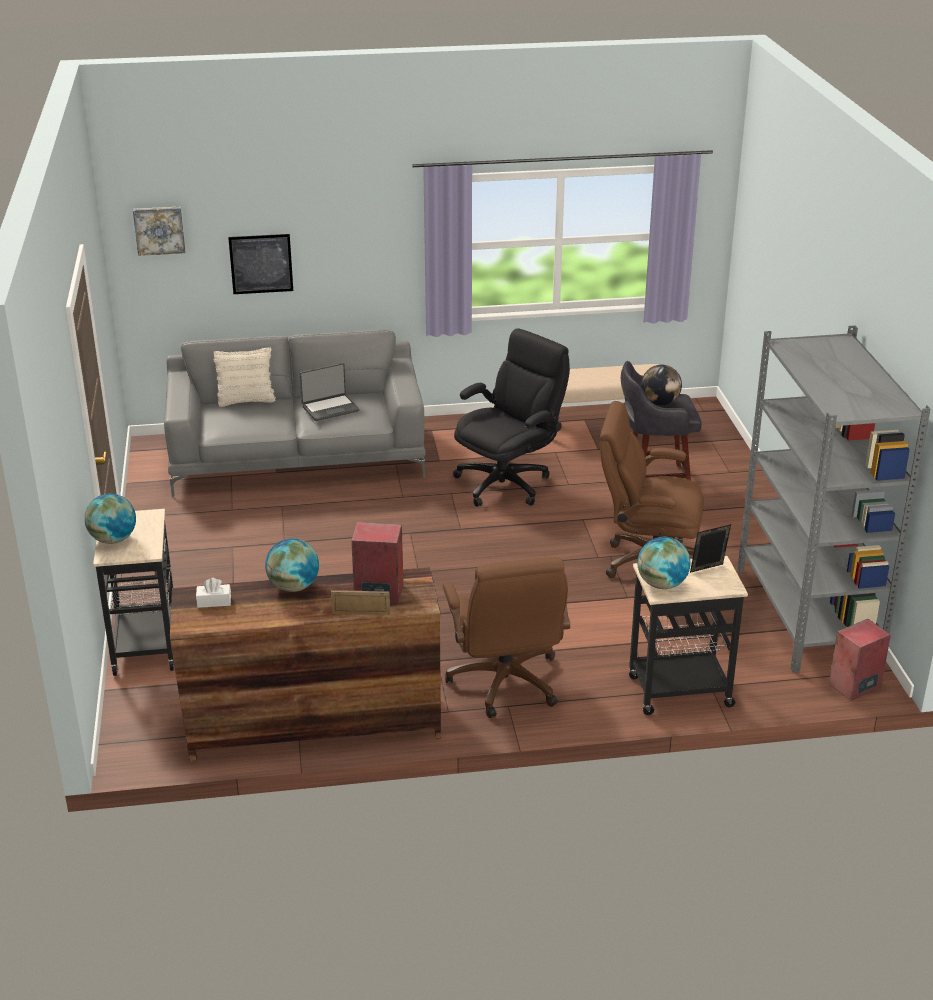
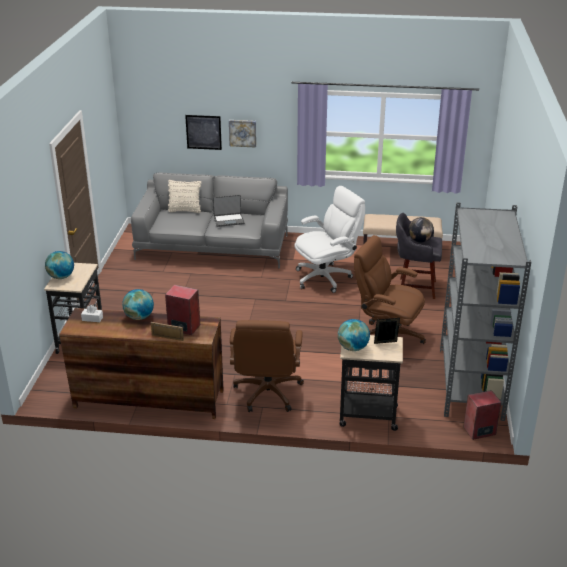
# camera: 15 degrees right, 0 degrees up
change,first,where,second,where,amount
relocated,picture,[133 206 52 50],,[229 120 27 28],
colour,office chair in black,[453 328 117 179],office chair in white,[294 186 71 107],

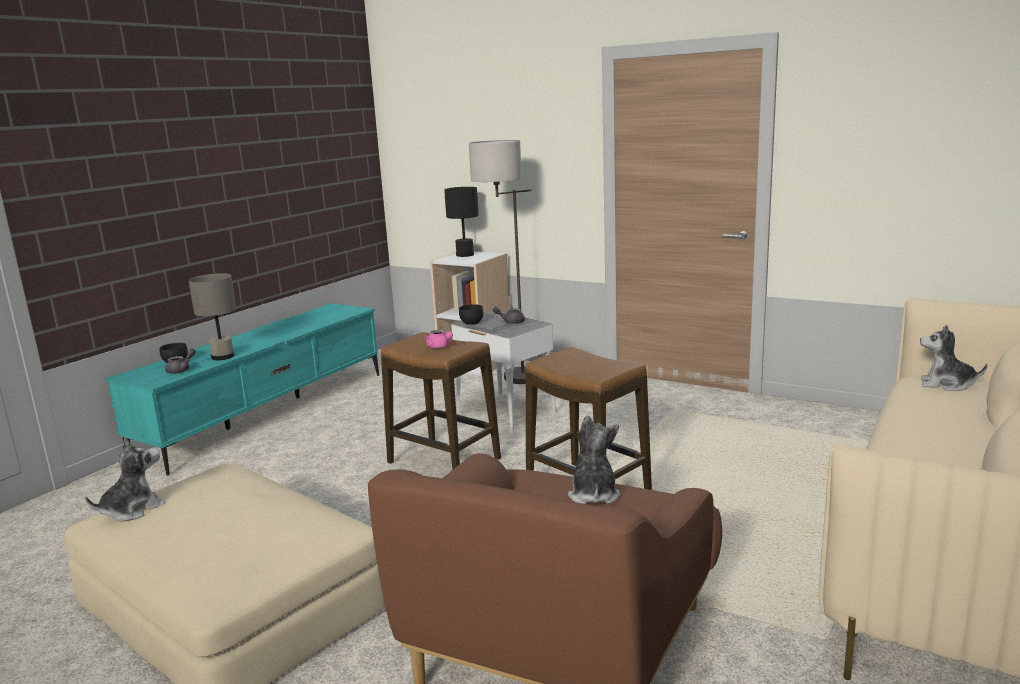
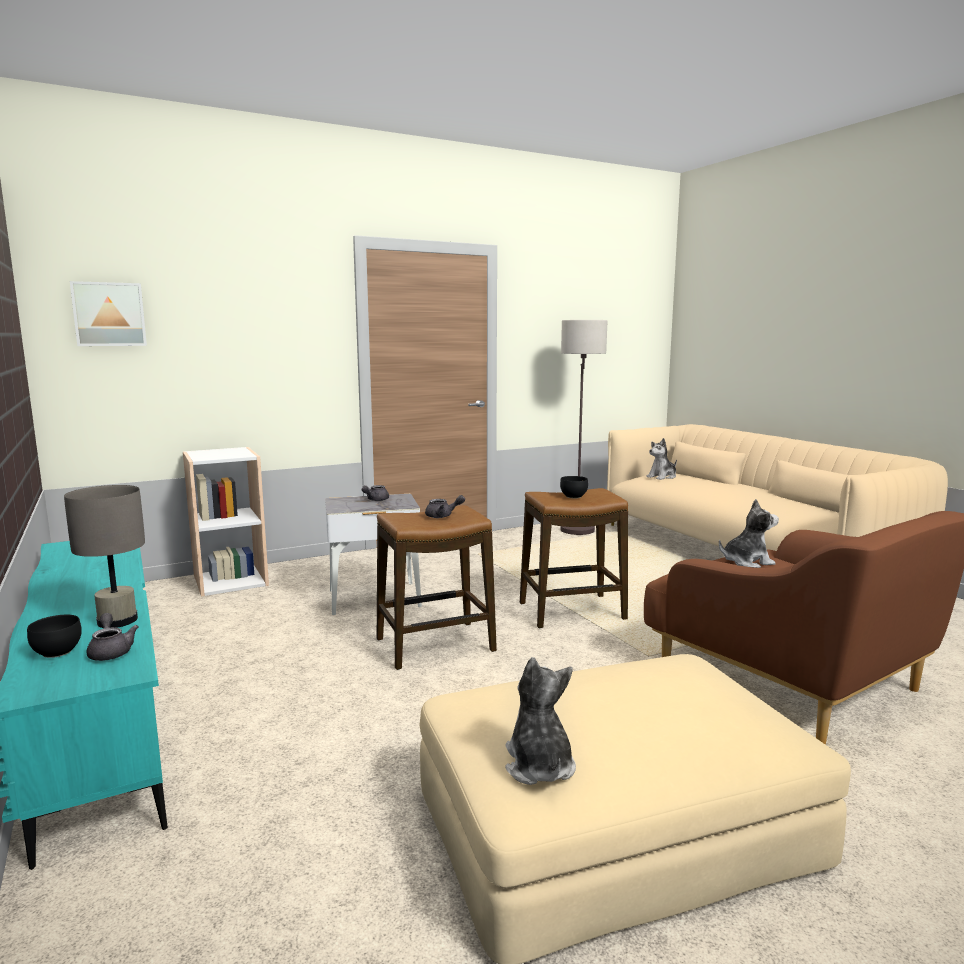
# camera: 60 degrees left, 5 degrees down
change,first,where,second,where,amount
appeared,,,picture,[70 281 77 65],
colour,teapot in pink,[424 330 29 18],teapot in grey,[425 495 40 23],
relocated,floor lamp in grey,[469 140 63 244],,[560 320 47 215],
relocated,bowl in black,[459 304 24 21],,[560 476 28 22],
spun,plush toy,[568 415 52 89],,[719 499 60 69],135 degrees clockwise
missing,table lamp in black,[444 187 35 70],,,

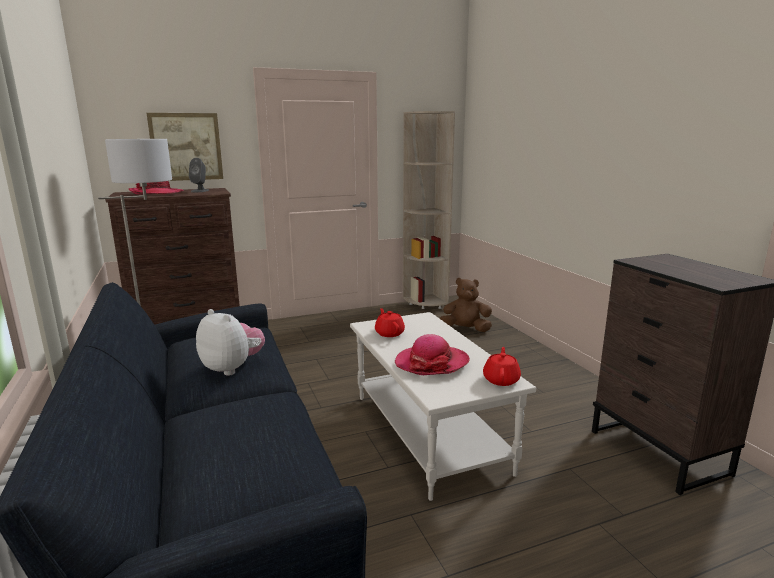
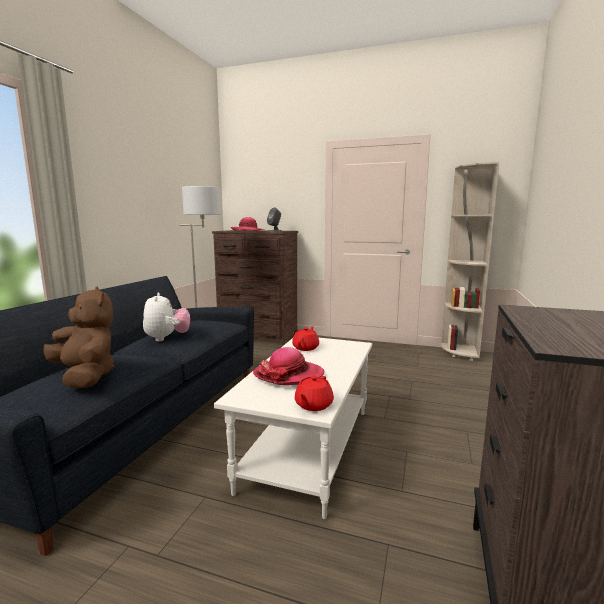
# camera: 40 degrees right, 5 degrees down
change,first,where,second,where,amount
relocated,plush toy in brown,[439 278 53 54],,[43 287 71 101],
spun,teapot in red,[483 347 38 39],,[295 375 39 36],150 degrees clockwise
missing,picture,[147 113 76 68],,,

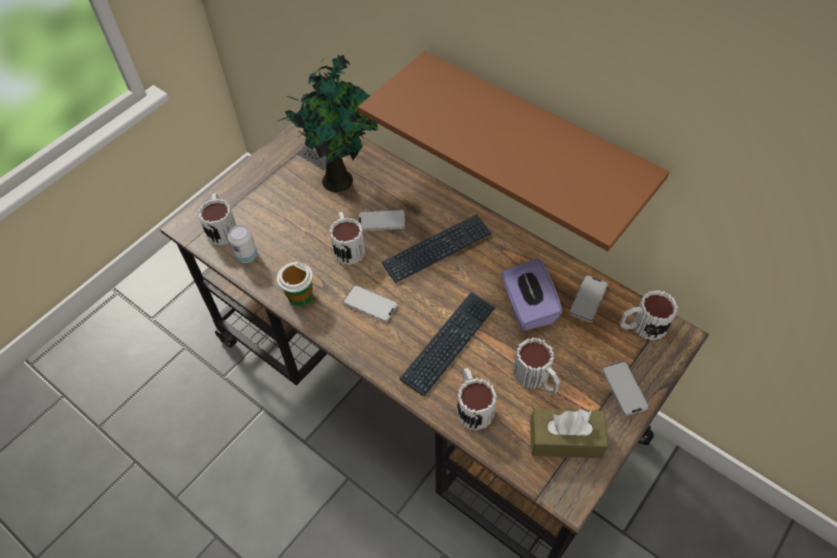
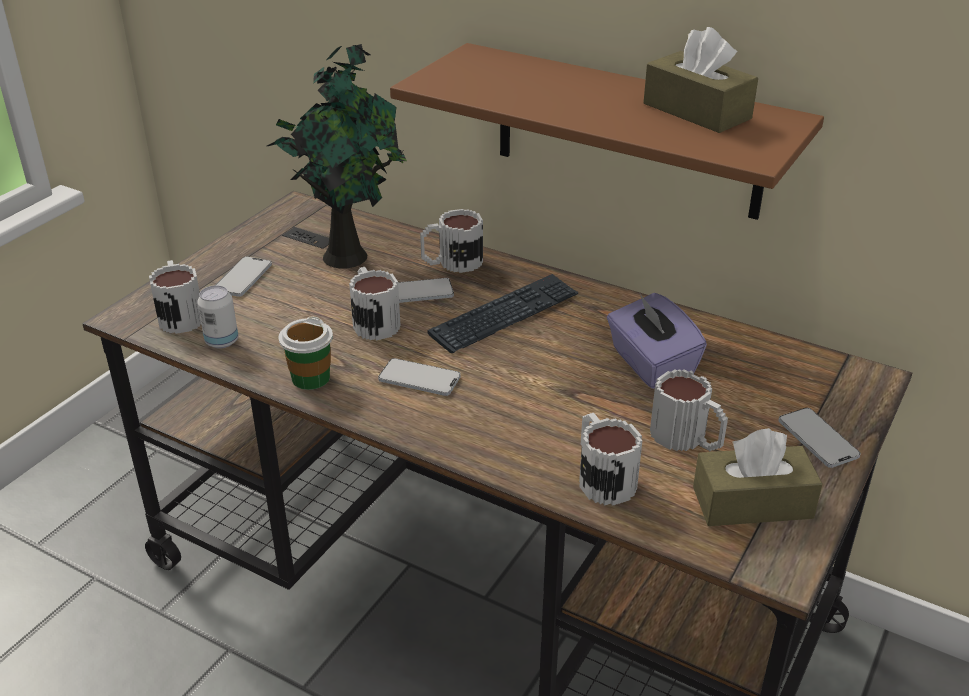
# camera: 10 degrees left, 20 degrees down
change,first,where,second,where,amount
relocated,phone,[569 275 39 47],,[216 256 56 41],
relocated,mug,[620 290 58 50],,[420 209 63 64],
appeared,,,tissue box in brown,[643 27 115 106],
missing,keyboard,[399 292 96 104],,,

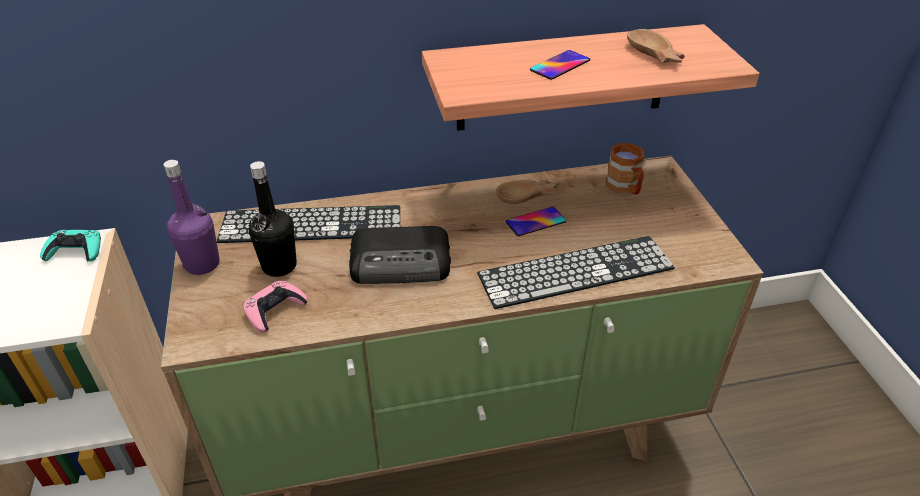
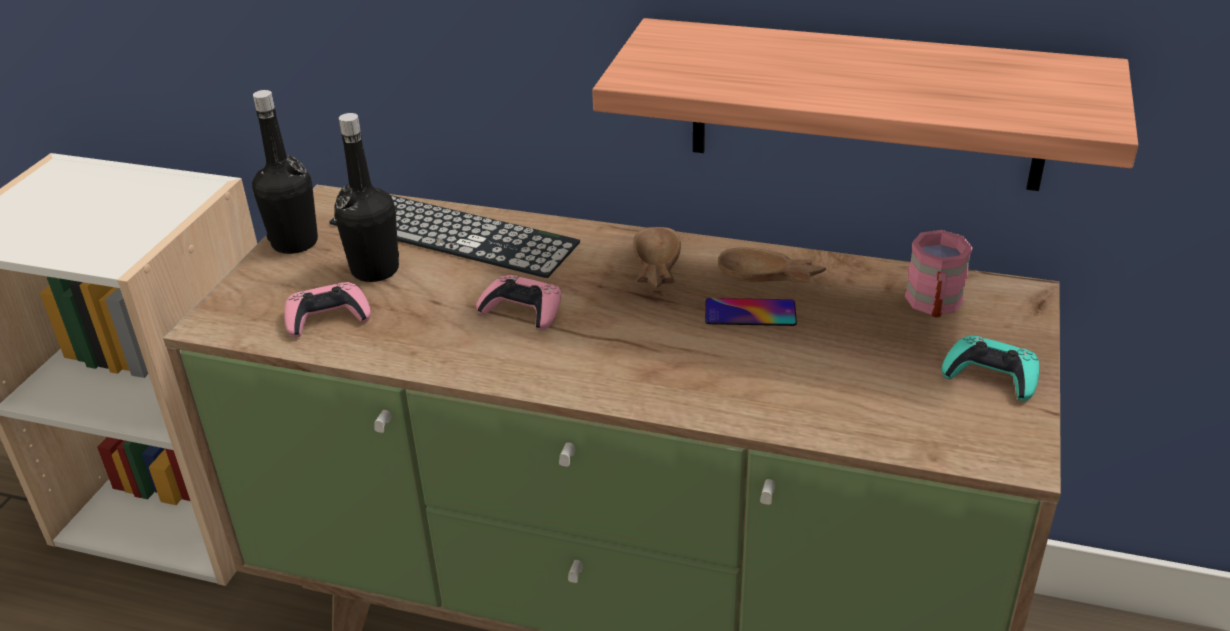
# camera: 30 degrees right, 5 degrees down
change,first,where,second,where,amount
colour,bottle in purple,[163 160 57 115],bottle in black,[252 90 66 164],
exchanged,radio,[349 226 102 58],game controller in pink,[476 275 85 56],
relocated,bowl in brown,[627 29 57 34],,[633 227 48 61],
colour,mug in brown,[606 143 38 52],mug in pink,[905 230 68 88],
relocated,game controller in turquoise,[40 230 61 32],,[942 335 97 66],
missing,keyboard,[477 236 198 73],,,
missing,phone,[530 50 60 30],,,

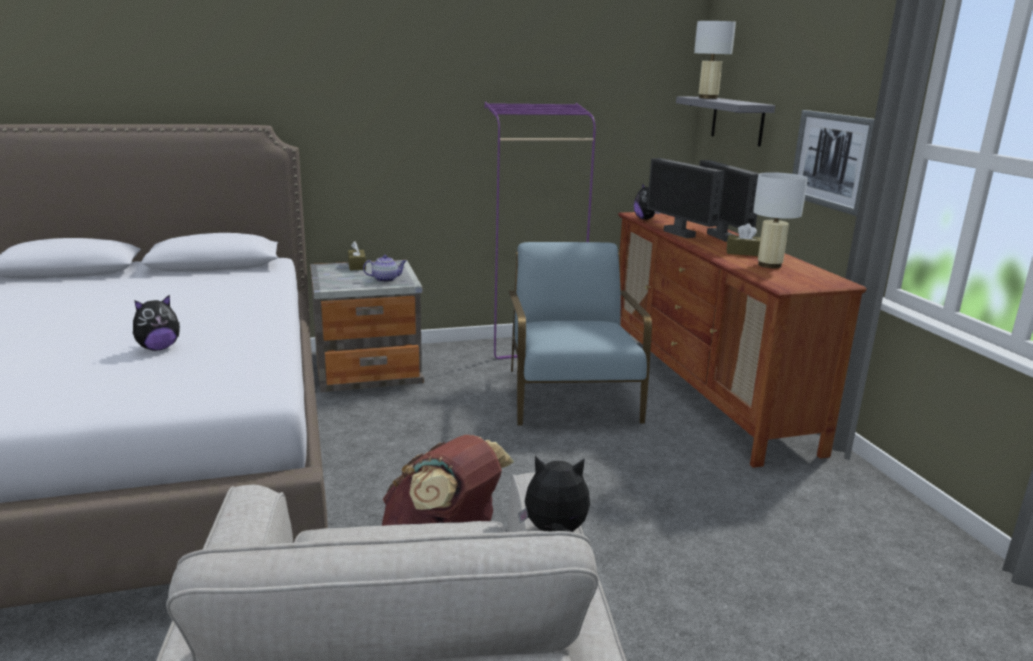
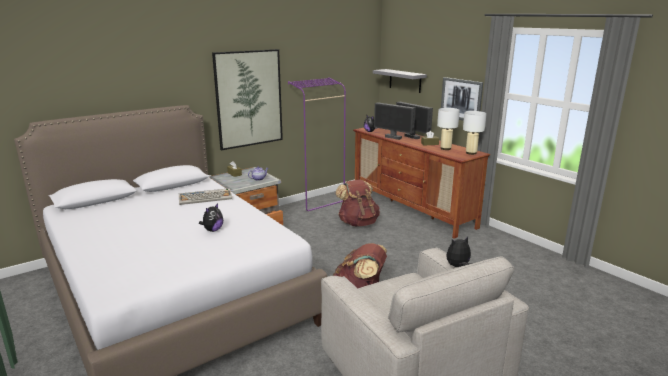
# camera: 20 degrees left, 0 degrees up
change,first,where,second,where,amount
appeared,,,keyboard,[179 188 53 17],
appeared,,,picture,[212 49 71 101],
exchanged,armchair in blue,[509 242 143 183],backpack in brown,[335 179 45 47],
relocated,table lamp in white,[694 21 42 78],,[463 111 24 44],

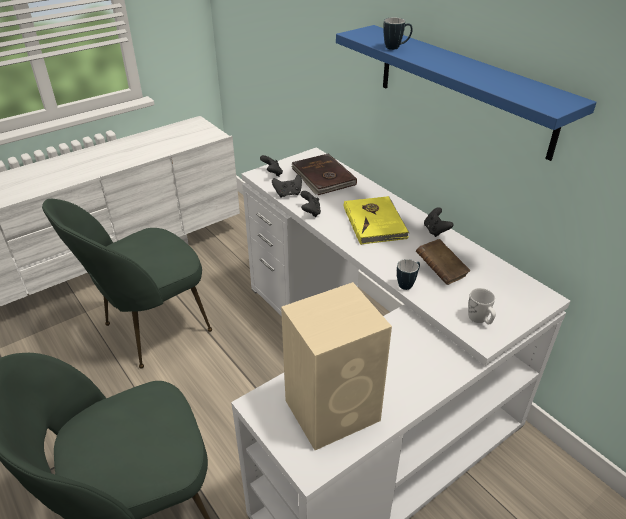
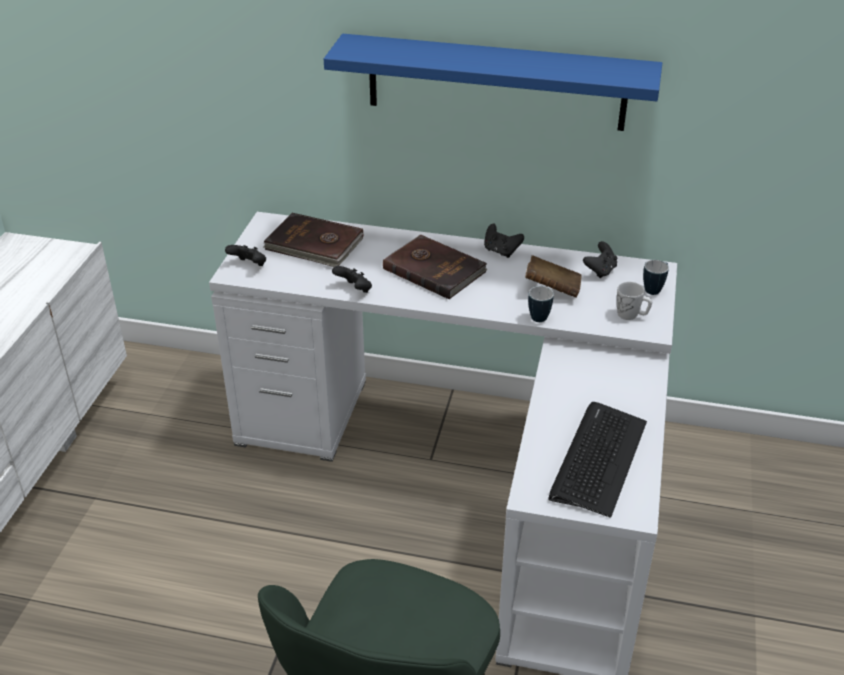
# camera: 40 degrees left, 0 degrees up
change,first,where,second,where,amount
colour,book in yellow,[344 196 65 49],book in brown,[383 234 105 65],
exchanged,speaker in beige,[281 282 111 168],keyboard,[548 402 99 116],
relocated,game controller in black,[272 175 30 23],,[583 241 34 37],
relocated,mug,[383 17 30 33],,[643 260 26 35],
missing,chair in green,[42 199 170 170],,,

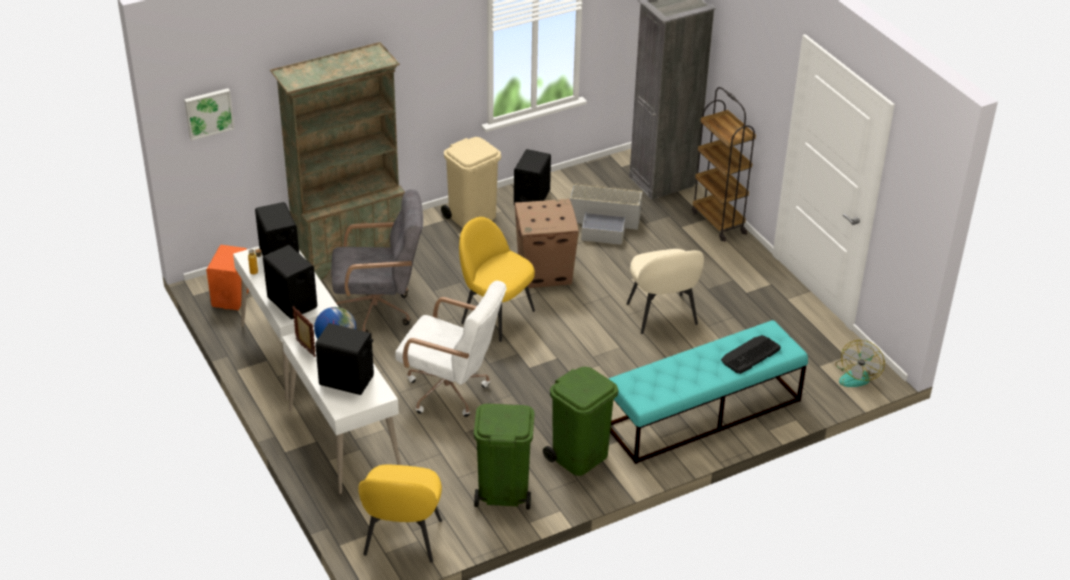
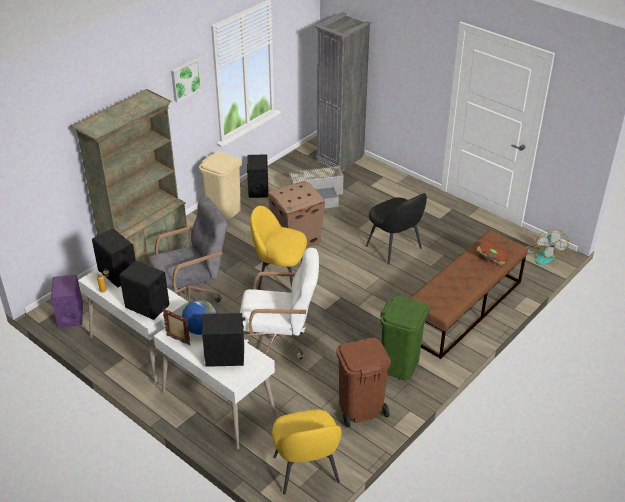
# camera: 20 degrees left, 0 degrees up
change,first,where,second,where,amount
colour,speaker in orange,[206 245 43 65],speaker in purple,[51 275 32 53],
relocated,picture,[184 88 51 52],,[171 59 31 43],
colour,trash can in green,[474 404 61 106],trash can in brown,[336 338 55 89],
colour,chair in beige,[627 249 77 85],chair in black,[366 193 61 72],
colour,bench in turquoise,[609 320 199 144],bench in brown,[409 230 119 129],
exchanged,keyboard,[721 335 60 39],book in brown,[476 238 34 29],
missing,cart in brown,[692 87 64 155],,,

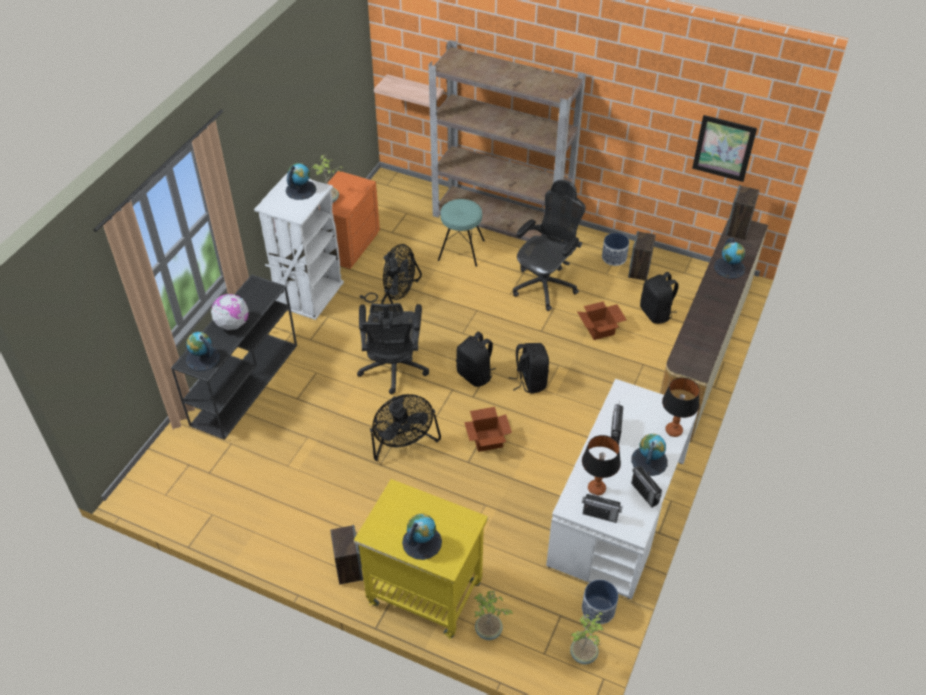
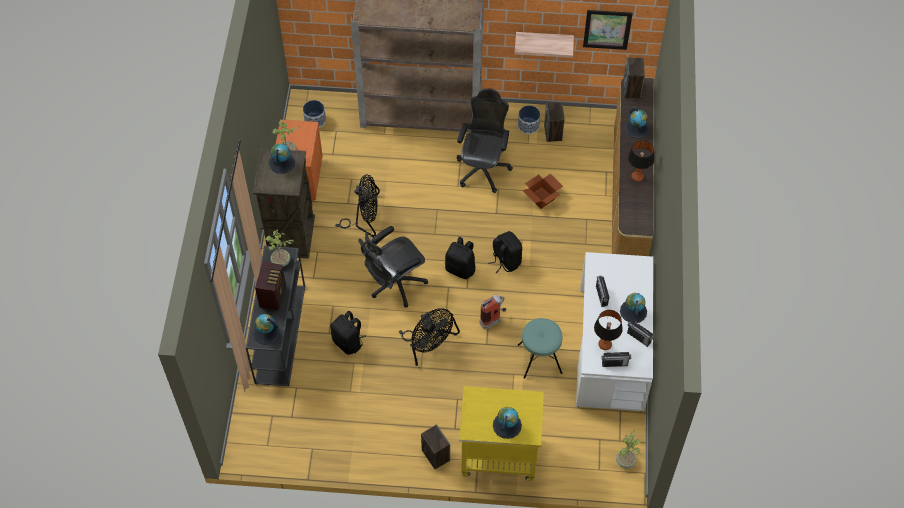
# camera: 20 degrees left, 10 degrees up
change,first,where,second,where,amount
colour,bookcase in white,[254 173 90 147],bookcase in brown,[253 148 62 110],
exchanged,globe,[211 294 37 36],radio,[255 262 31 49],
relocated,potted plant,[474 591 39 49],,[265 230 30 37],
relocated,planter,[582 580 36 44],,[303 100 23 28],
relocated,backpack in black,[640 272 39 52],,[330 311 36 44],
spun,office chair,[357 303 72 91],,[358 226 70 82],75 degrees clockwise
exchanged,cardboard box,[464 407 48 45],fire extinguisher,[479 294 27 35],
relocated,shelf,[374 74 70 33],,[515 32 59 26],
relocated,stool in turquoise,[438 199 47 68],,[517 318 45 61],
relocated,table lamp,[662 377 38 60],,[628 140 26 42],

